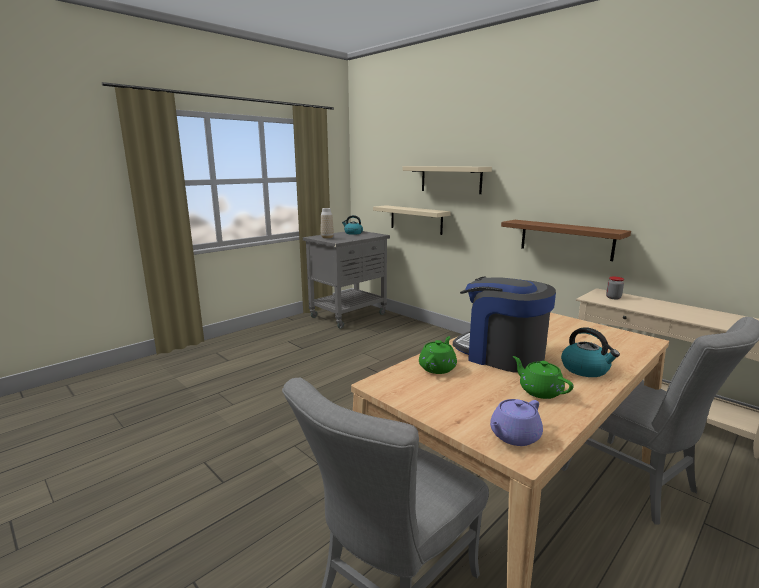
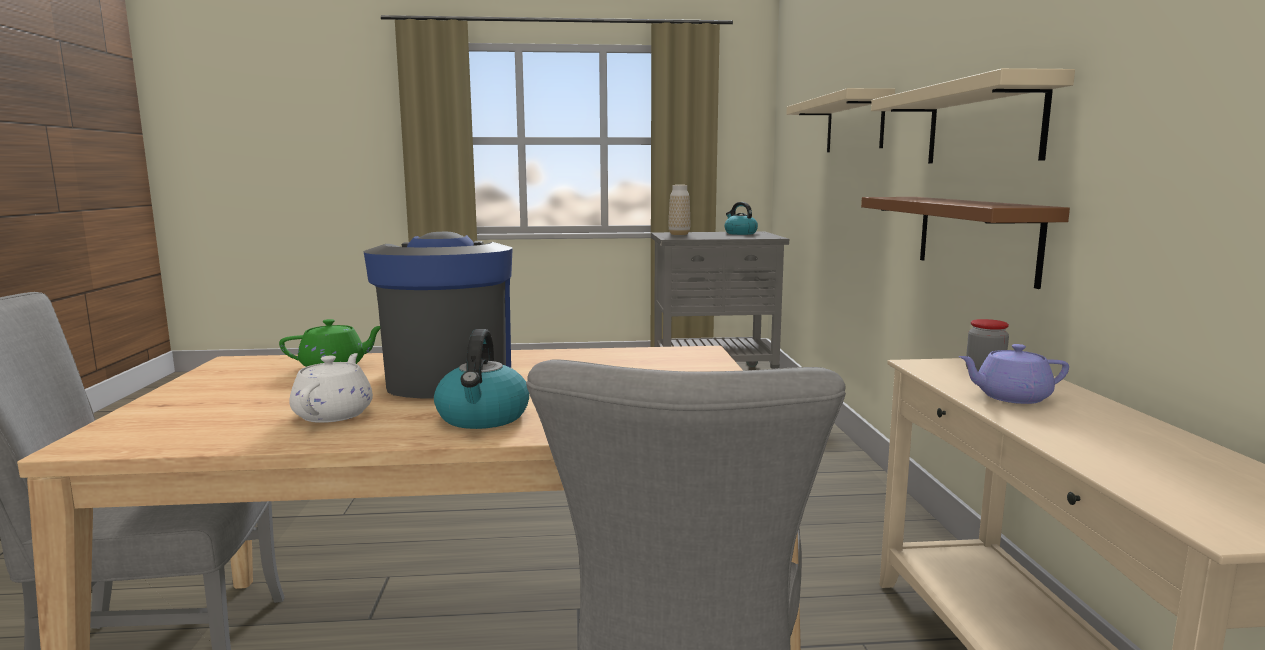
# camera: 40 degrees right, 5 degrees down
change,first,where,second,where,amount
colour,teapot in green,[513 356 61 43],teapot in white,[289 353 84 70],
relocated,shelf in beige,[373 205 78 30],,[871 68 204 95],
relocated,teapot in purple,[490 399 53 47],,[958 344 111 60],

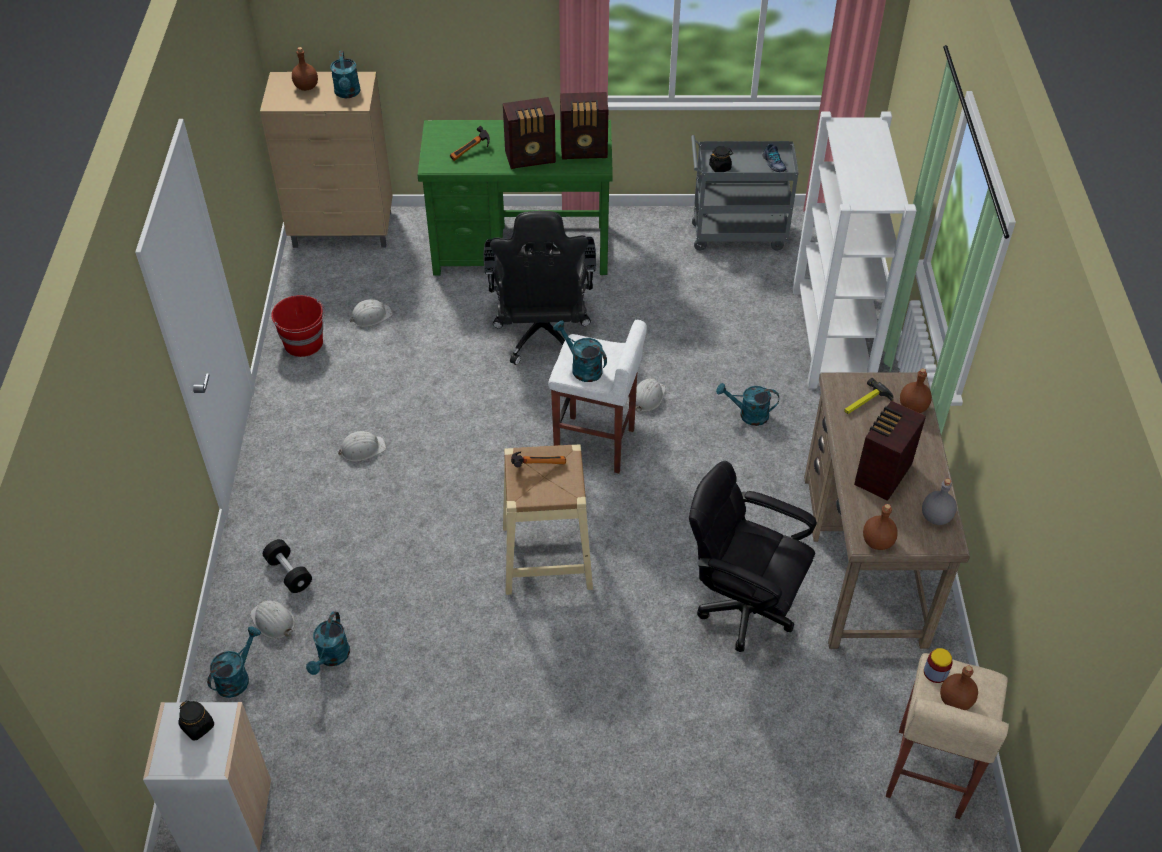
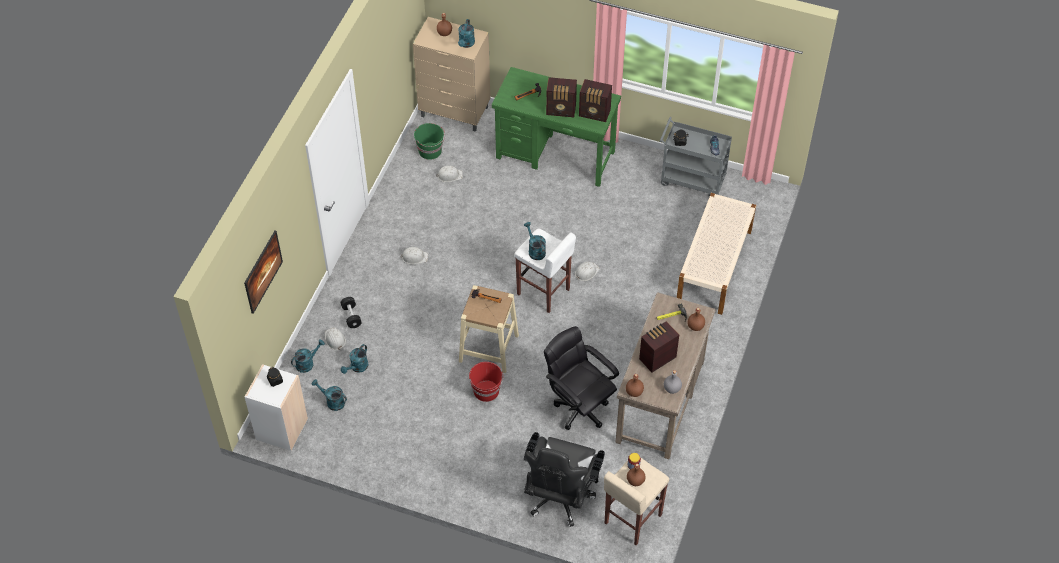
# camera: 20 degrees right, 5 degrees up
change,first,where,second,where,amount
appeared,,,picture,[244 230 39 84],
relocated,watering can in turquoise,[716 383 63 43],,[311 379 36 32],
appeared,,,bucket in green,[414 123 31 37],
relocated,bucket in red,[271 295 54 62],,[469 362 35 40],
relocated,office chair in black,[484 211 112 154],,[524 432 81 95],
exchanged,bookcase in white,[793 111 124 277],bench in beige,[677 193 79 122],

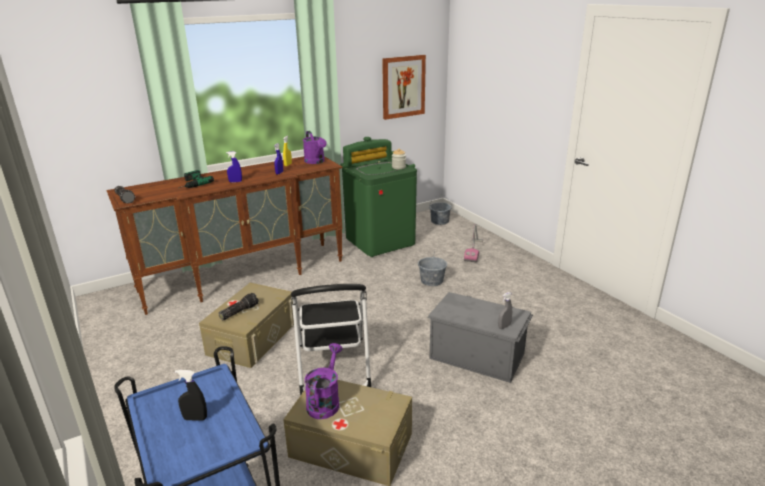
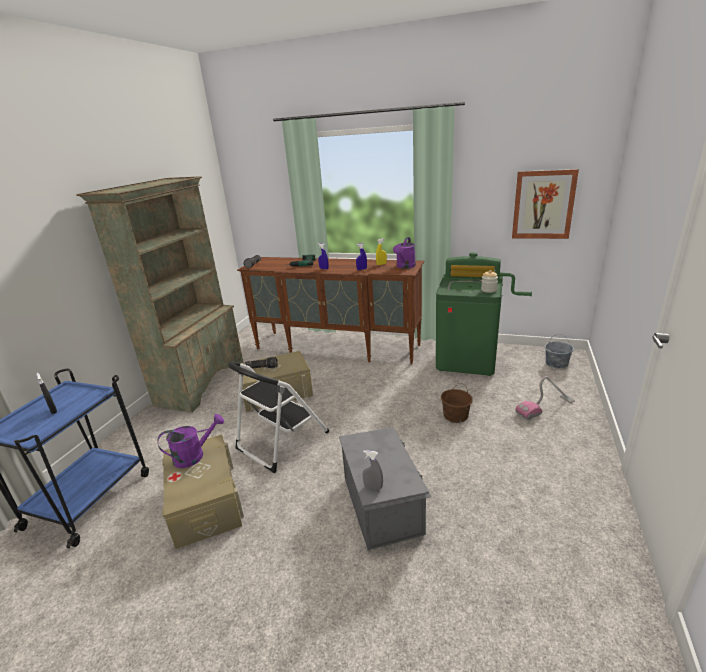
# camera: 50 degrees right, 0 degrees up
change,first,where,second,where,amount
appeared,,,bookcase in green,[77 176 167 236],
colour,bucket in grey,[418 249 29 37],bucket in brown,[441 384 32 39],

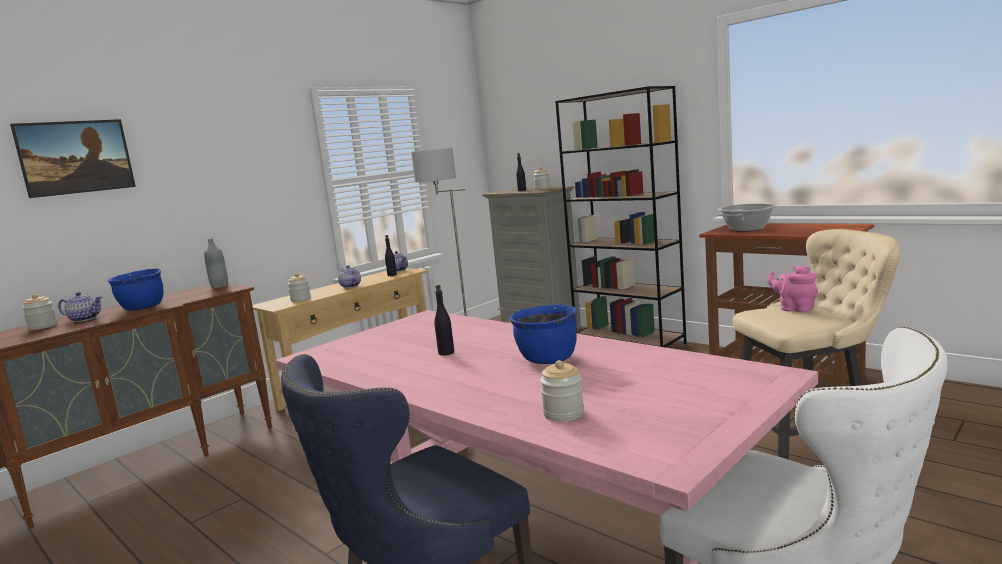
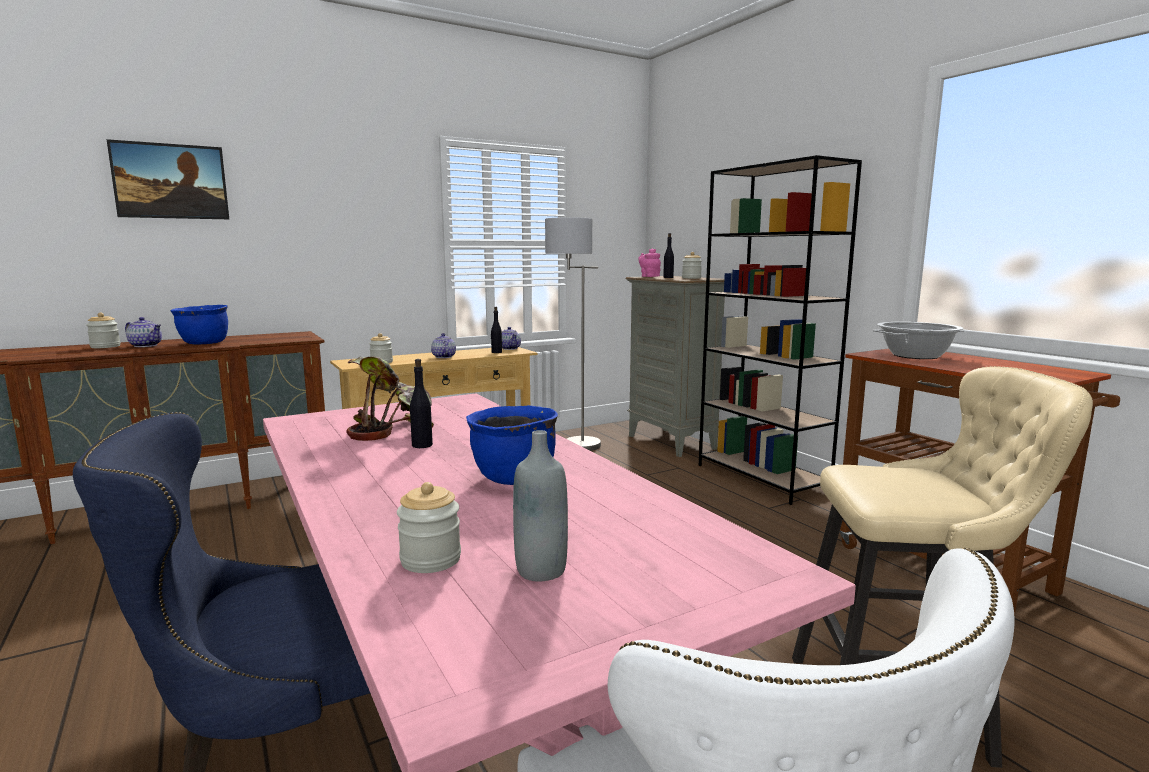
# camera: 15 degrees right, 0 degrees up
change,first,where,second,where,amount
appeared,,,potted plant,[346 356 88 85],
relocated,bottle in grey,[204 238 24 50],,[513 430 55 152],
relocated,teapot in pink,[767 266 51 47],,[638 248 23 29],

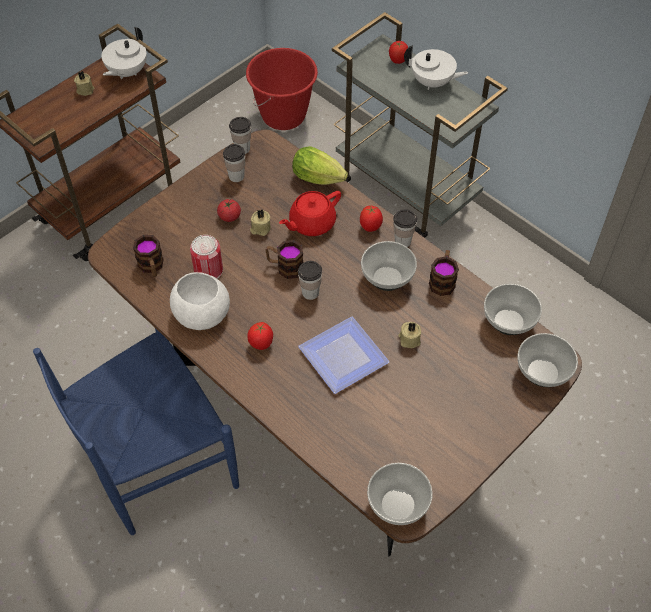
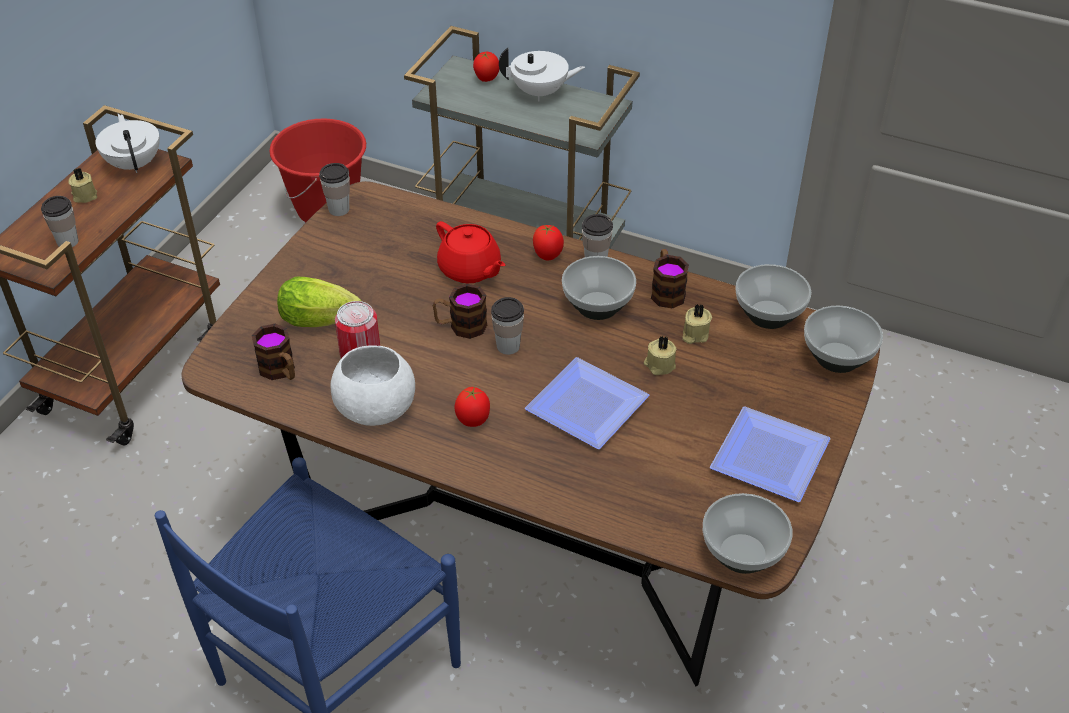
# camera: 20 degrees left, 10 degrees down
change,first,where,second,where,amount
relocated,cup,[223 144 22 38],,[41 196 38 51],
spun,teapot in white,[101 27 46 52],,[95 114 65 59],150 degrees clockwise
relocated,lettuce,[292 146 56 39],,[277 276 84 51],
spun,teapot in red,[279 191 62 45],,[436 221 69 62],75 degrees counterclockwise
relocated,candle in beige,[250 209 21 27],,[682 304 30 40],
appeared,,,plate,[710 407 121 95],
missing,tomato,[217 198 24 24],,,

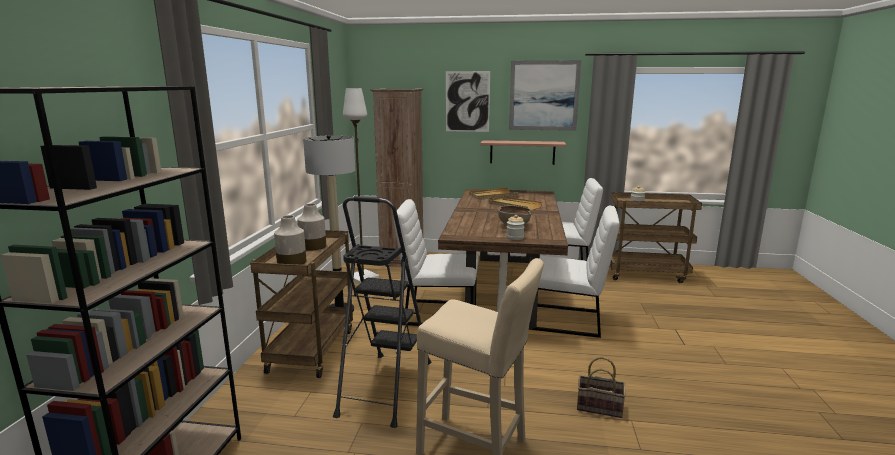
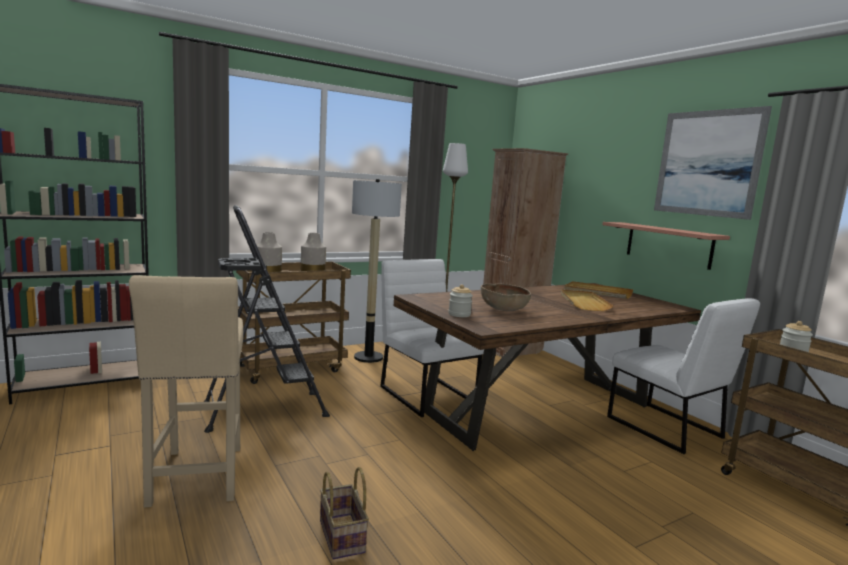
# camera: 50 degrees right, 5 degrees down
change,first,where,second,where,amount
missing,picture,[446 71 44 61],,,
missing,chair in white,[529 206 91 132],,,

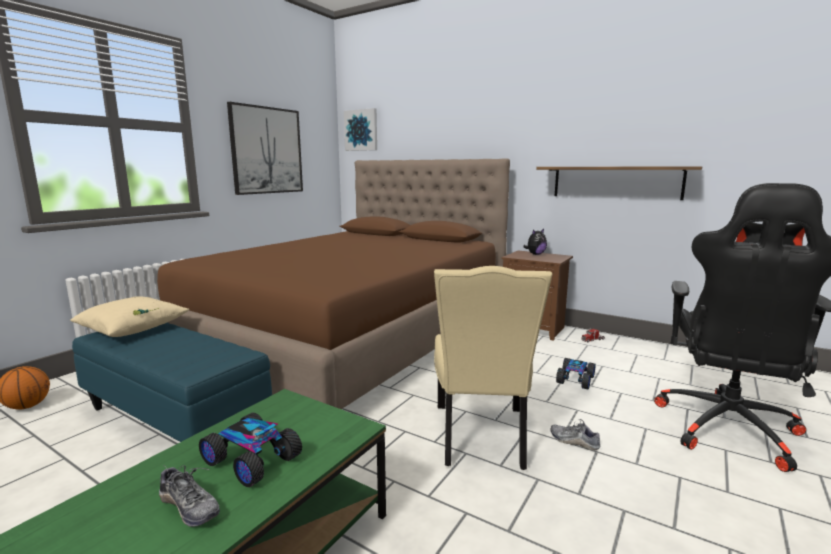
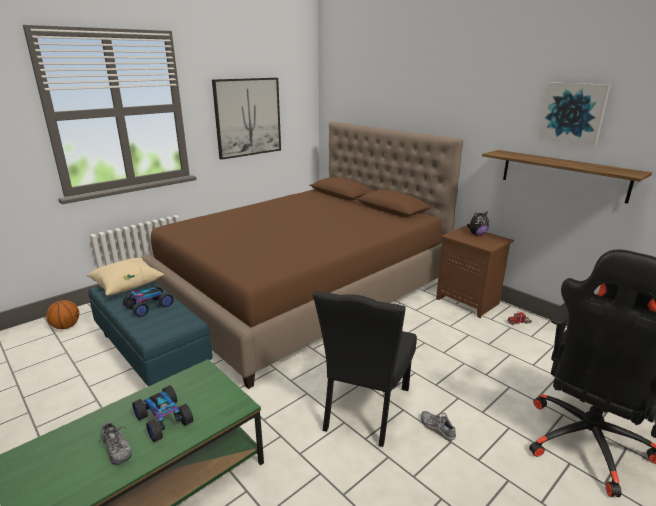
# camera: 15 degrees right, 10 degrees up
change,first,where,second,where,amount
relocated,toy car,[556 358 40 31],,[123 286 51 31],
colour,chair in beige,[434 266 118 204],chair in black,[313 291 104 156],
relocated,picture,[344 108 33 43],,[539 82 72 63],

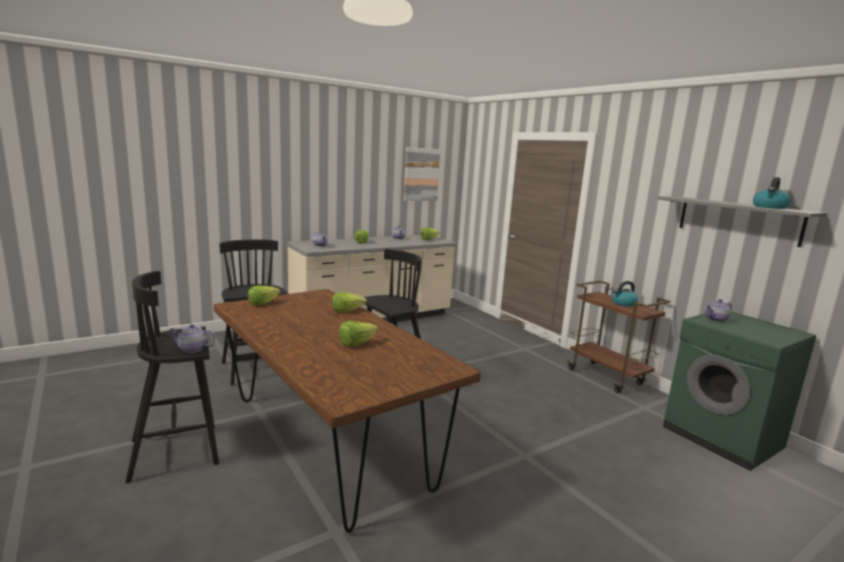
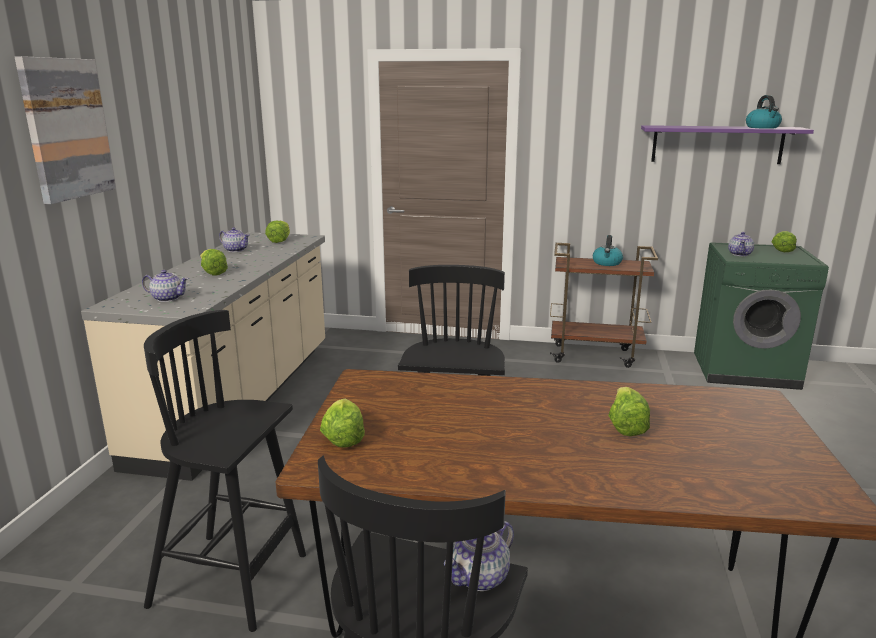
# camera: 45 degrees left, 5 degrees up
change,first,where,second,where,amount
relocated,picture,[404 147 36 54],,[15 56 101 148],
colour,shelf in grey,[656 196 171 51],shelf in purple,[641 125 173 39],
relocated,lettuce,[332 292 35 20],,[772 231 25 21],

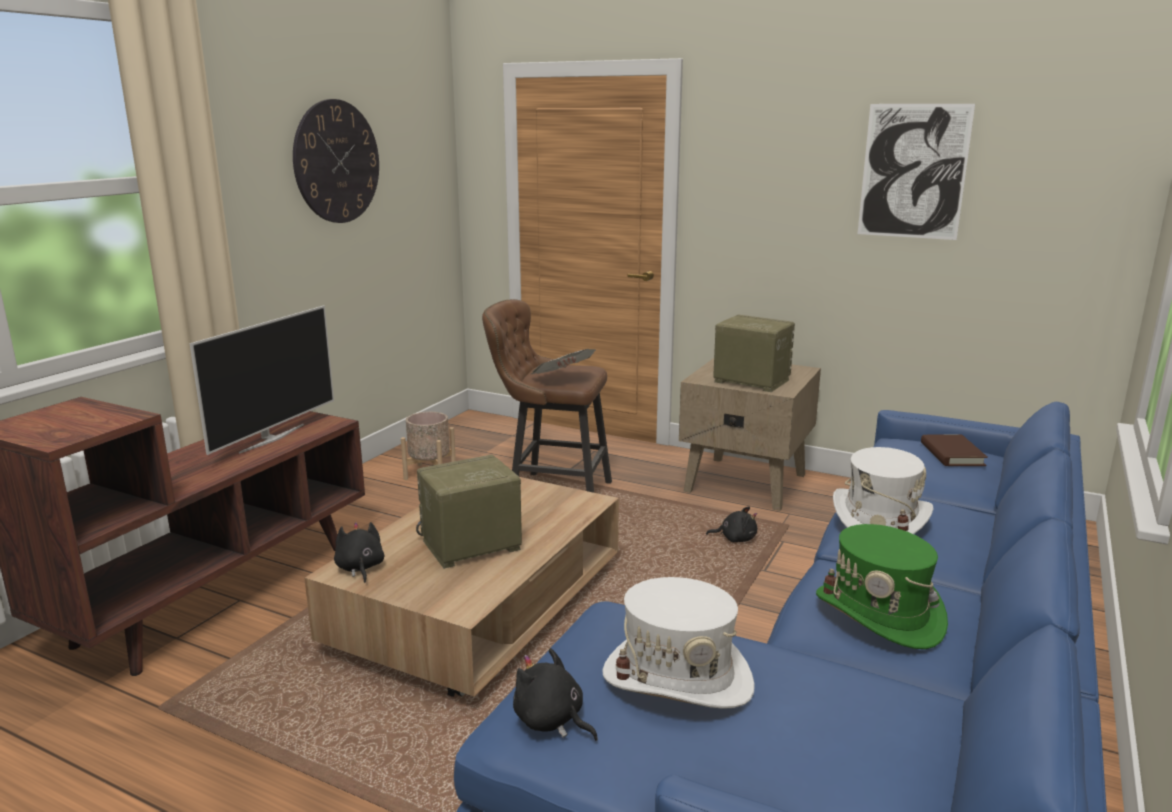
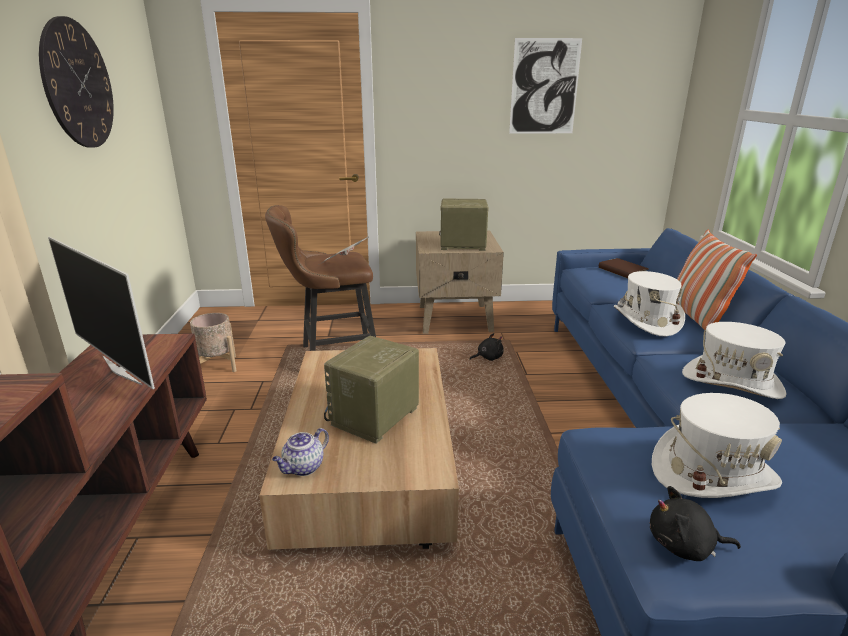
# camera: 30 degrees left, 5 degrees up
change,first,where,second,where,amount
spun,television,[189 305 145 150],,[48 237 107 152],135 degrees clockwise
exchanged,plush toy in black,[334 522 50 61],teapot,[272 428 57 48],
appeared,,,pillow,[677 230 80 100],
colour,hat in green,[816 524 132 125],hat in white,[682 322 105 77],

